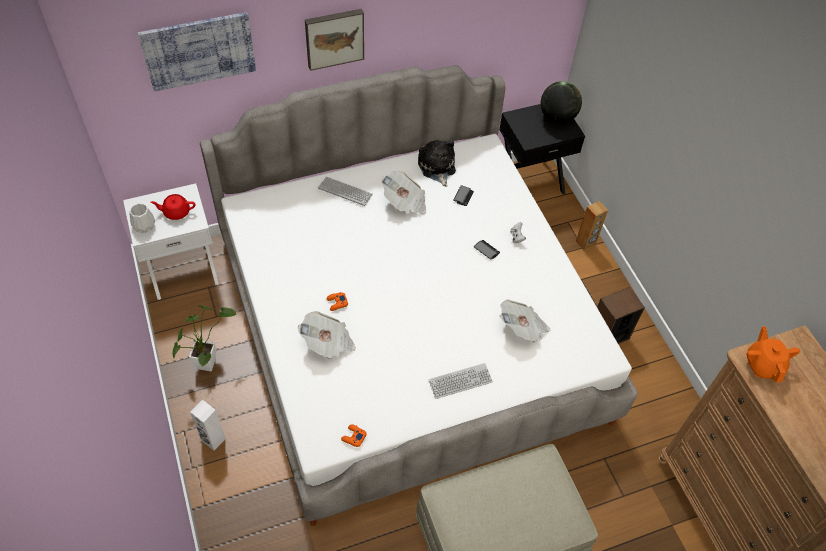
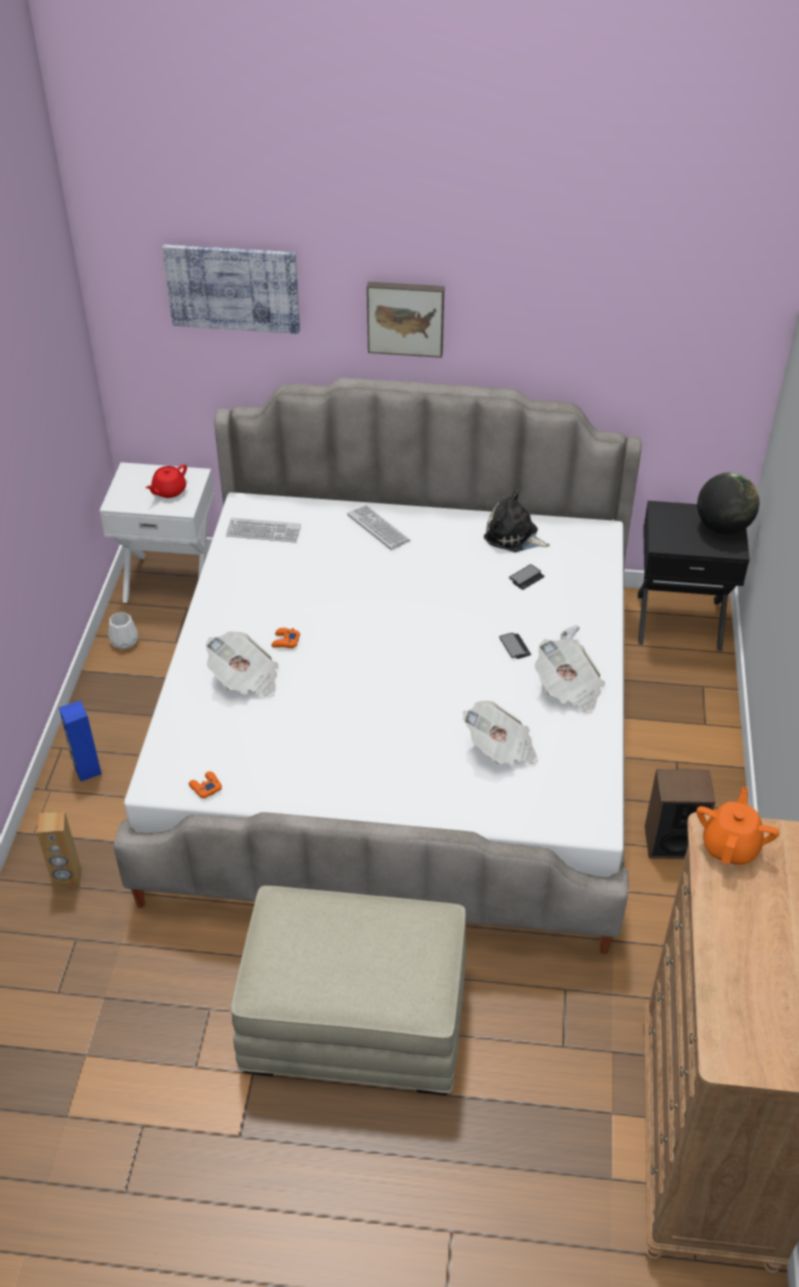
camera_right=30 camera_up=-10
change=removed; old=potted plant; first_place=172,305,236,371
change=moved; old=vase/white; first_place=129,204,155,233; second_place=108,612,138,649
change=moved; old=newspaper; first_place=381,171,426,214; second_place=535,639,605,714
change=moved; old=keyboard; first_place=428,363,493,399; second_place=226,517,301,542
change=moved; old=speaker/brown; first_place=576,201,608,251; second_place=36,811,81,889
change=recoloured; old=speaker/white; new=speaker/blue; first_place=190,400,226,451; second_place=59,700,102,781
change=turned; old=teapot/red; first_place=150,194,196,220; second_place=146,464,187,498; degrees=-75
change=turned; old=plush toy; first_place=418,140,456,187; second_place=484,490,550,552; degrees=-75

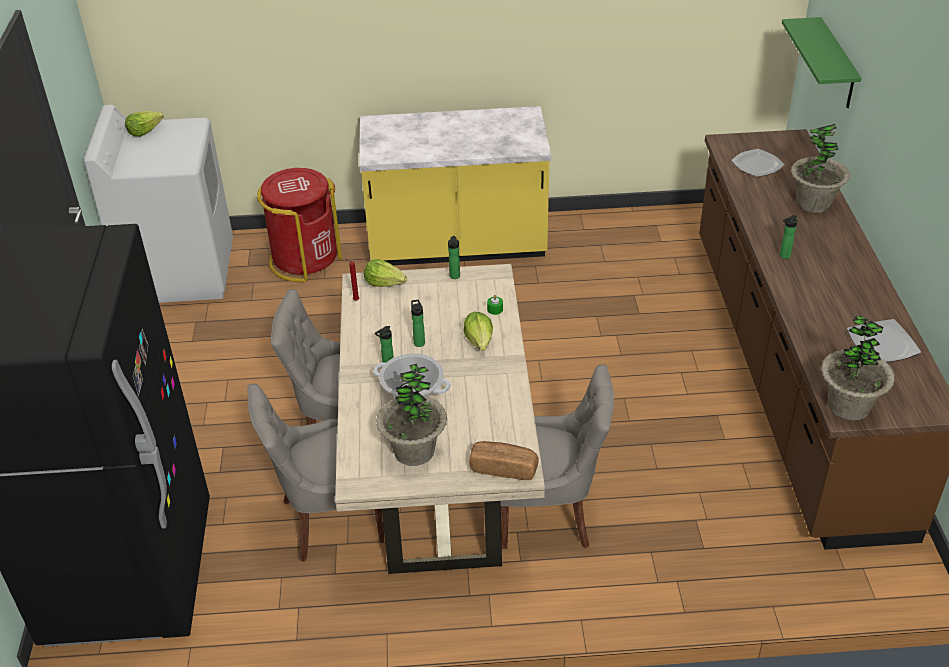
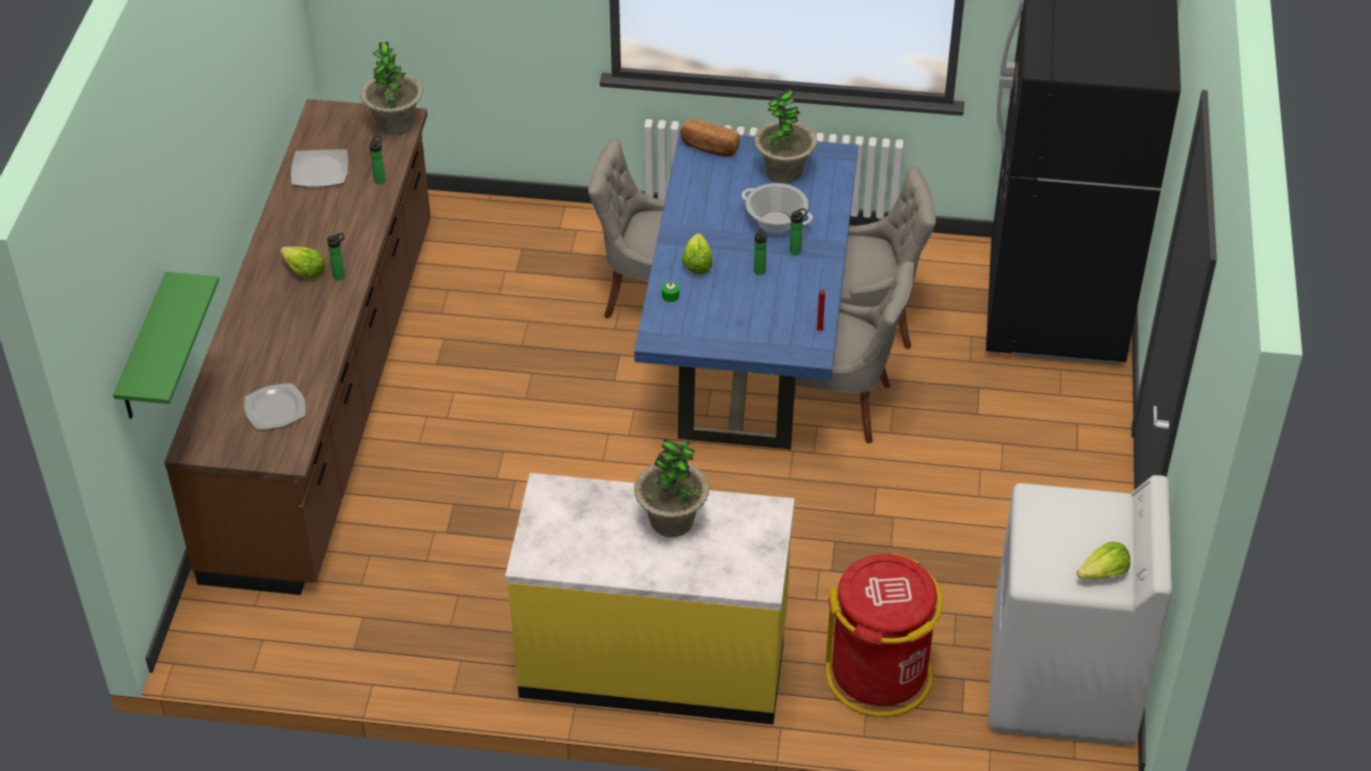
camera_right=-170 camera_up=5
change=moved; old=lettuce; first_place=364,259,407,287; second_place=280,247,326,278
change=moved; old=bottle; first_place=448,236,460,279; second_place=369,136,386,184
change=moved; old=potted plant; first_place=791,124,850,213; second_place=634,438,709,537
change=recoloured; old=dining table/beige; new=dining table/blue; first_place=335,264,545,574; second_place=634,130,858,449

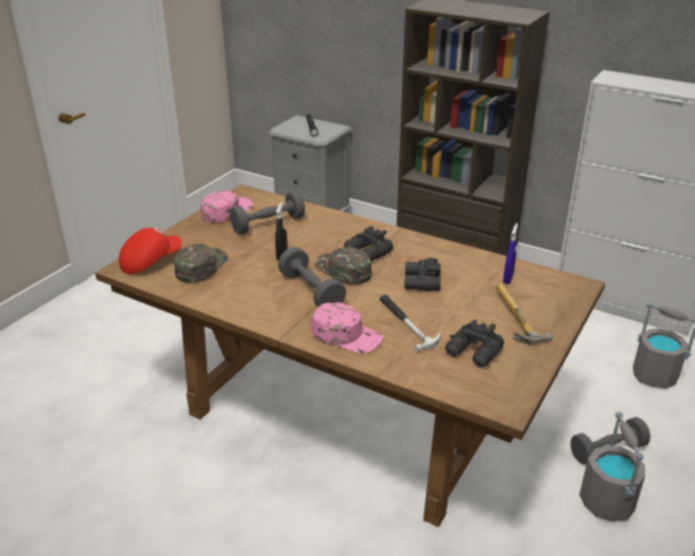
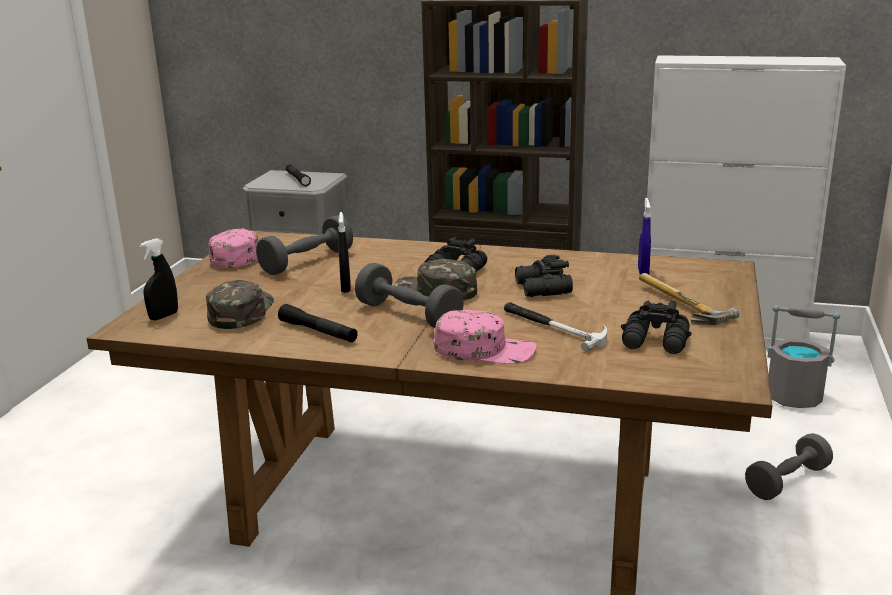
camera_right=-15 camera_up=-10
change=removed; old=bucket/grey; first_place=579,412,645,522
change=added; new=flashlight/black; second_place=278,304,358,342
change=replaced; old=cap/red; new=spray bottle/black; first_place=119,227,182,274; second_place=140,238,178,320

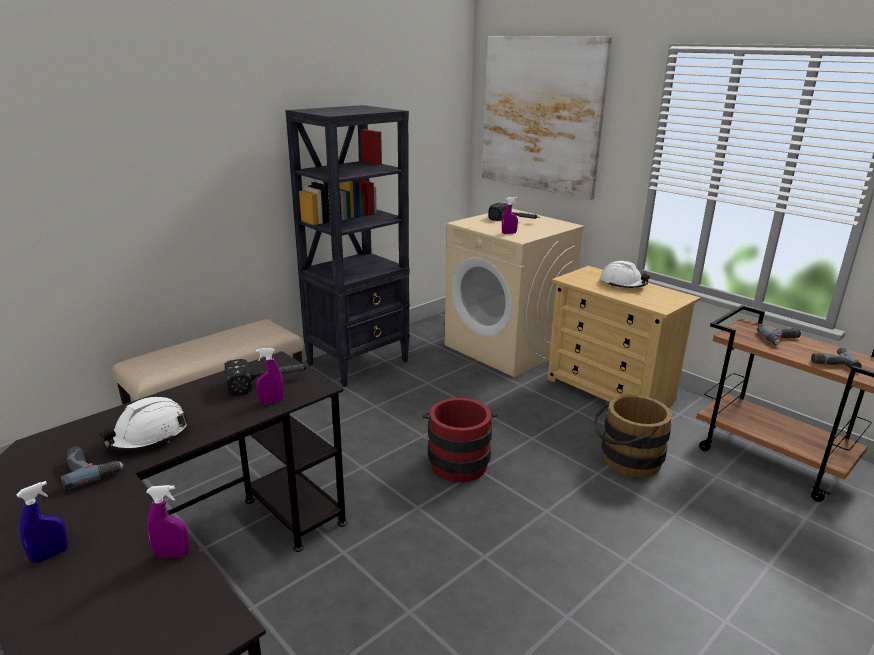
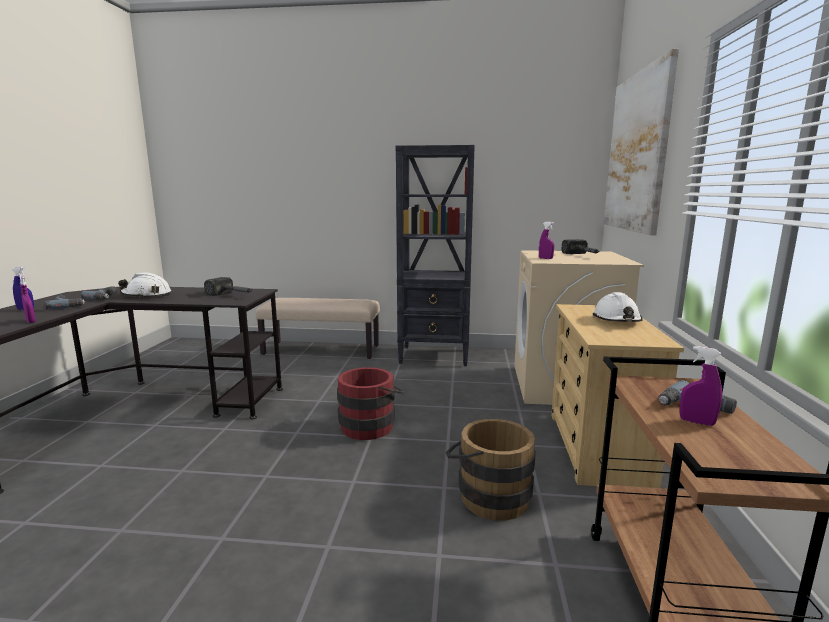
camera_right=50 camera_up=-10
change=moved; old=spray bottle/purple; first_place=256,348,284,403; second_place=680,346,722,426
change=moved; old=power drill; first_place=811,348,862,369; second_place=45,295,85,310

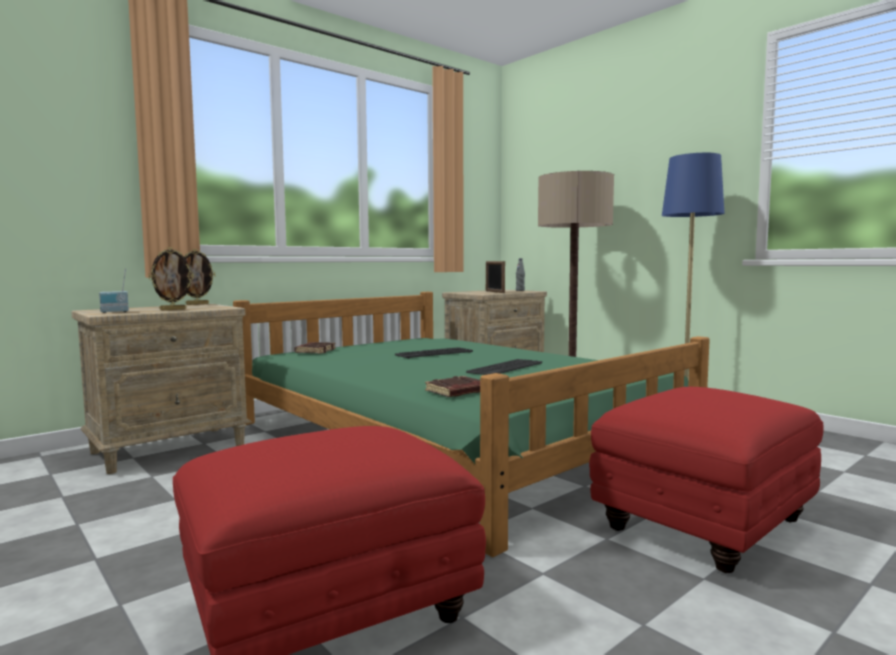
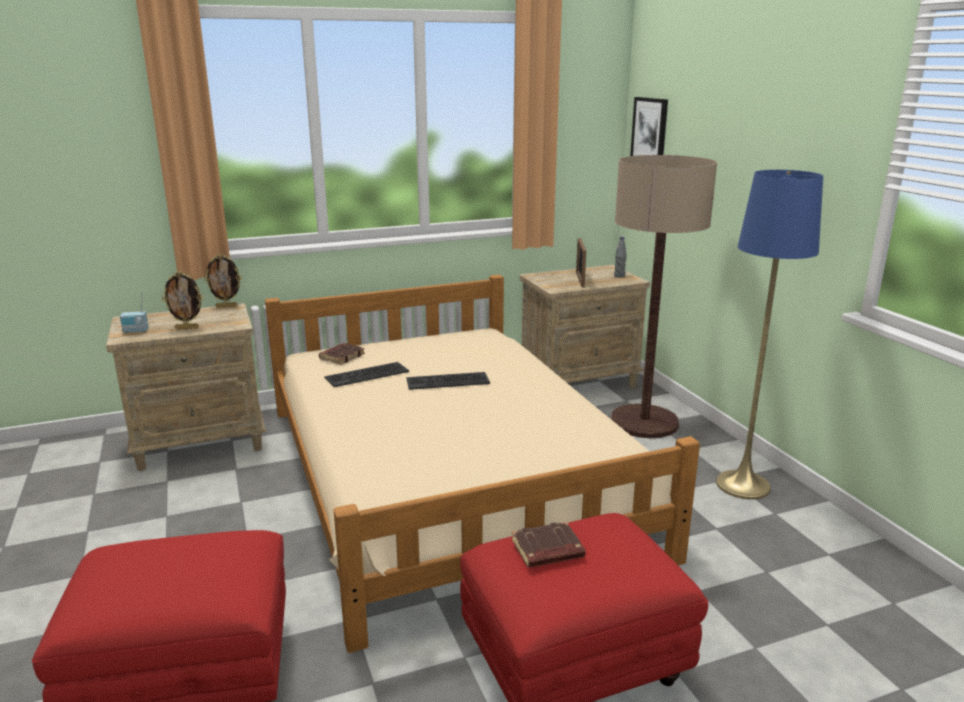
camera_right=20 camera_up=15
change=added; new=picture; second_place=630,97,668,156
change=moved; old=book/brown; first_place=425,376,480,397; second_place=512,522,586,568
change=moved; old=keyboard; first_place=466,359,542,375; second_place=324,362,409,387
change=recoloured; old=bed/green; new=bed/beige; first_place=233,292,710,557; second_place=265,274,700,653

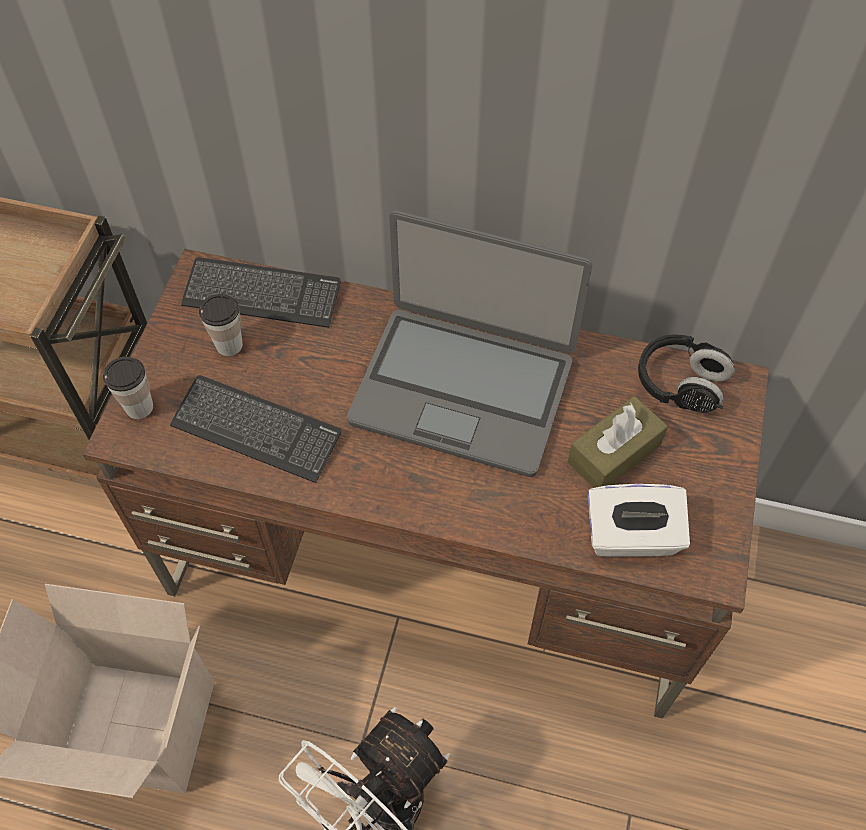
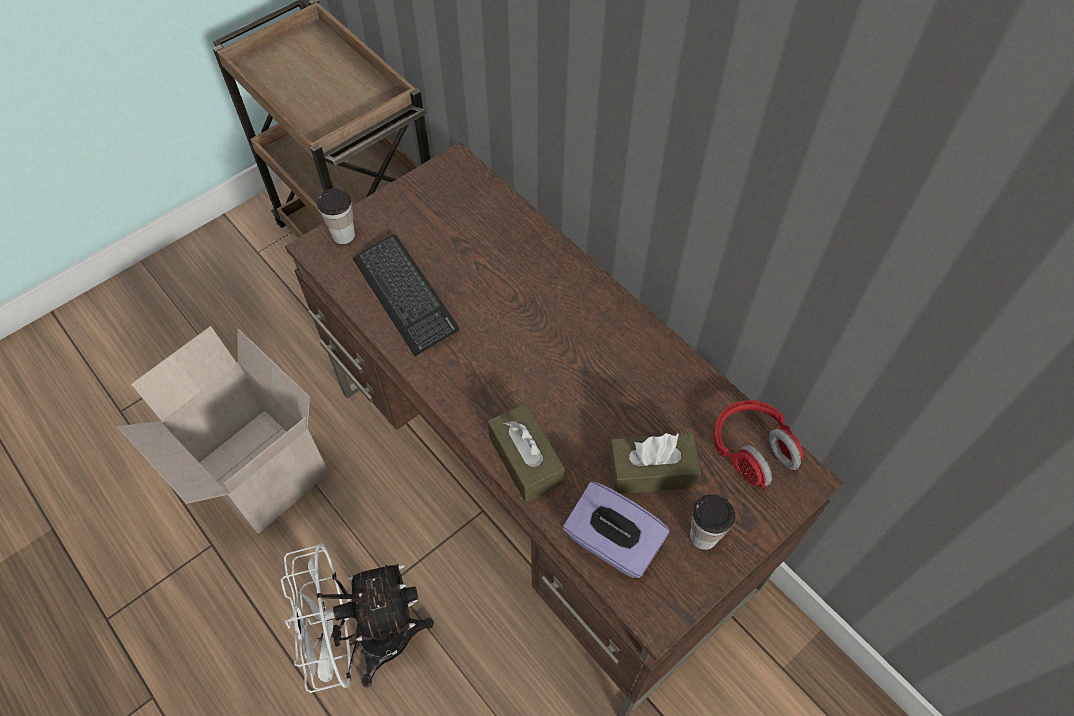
camera_right=35 camera_up=0
change=removed; old=keyboard; first_place=181,257,341,328
change=removed; old=laptop; first_place=347,210,592,477
change=added; new=tissue box/brown; second_place=488,403,565,502
change=moved; old=cup; first_place=199,294,243,356; second_place=690,495,735,550
change=recoloured; old=tissue box/white; new=tissue box/purple; first_place=587,484,690,557; second_place=563,481,669,578
change=recoloured; old=headphones/black; new=headphones/red; first_place=638,334,735,413; second_place=713,400,804,489

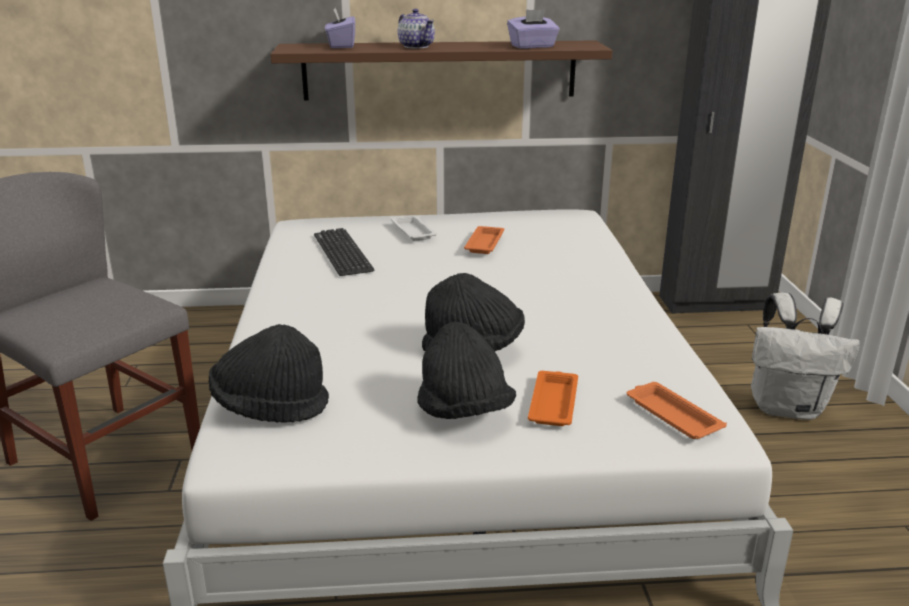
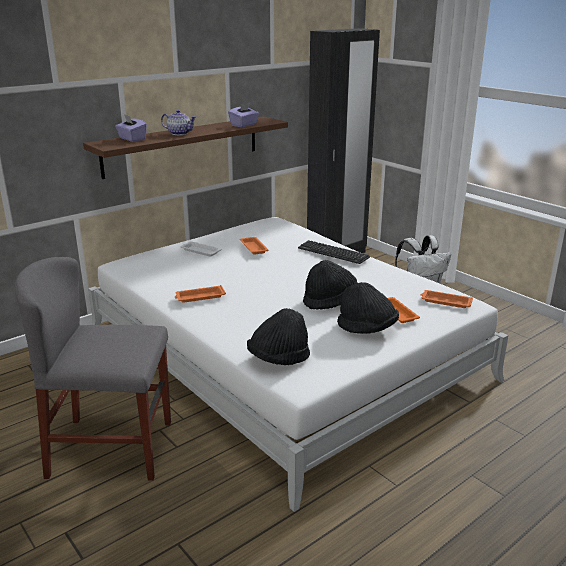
camera_right=-35 camera_up=0
change=added; new=tray/orange; second_place=175,285,226,303
change=moved; old=keyboard; first_place=314,228,374,276; second_place=298,240,370,264

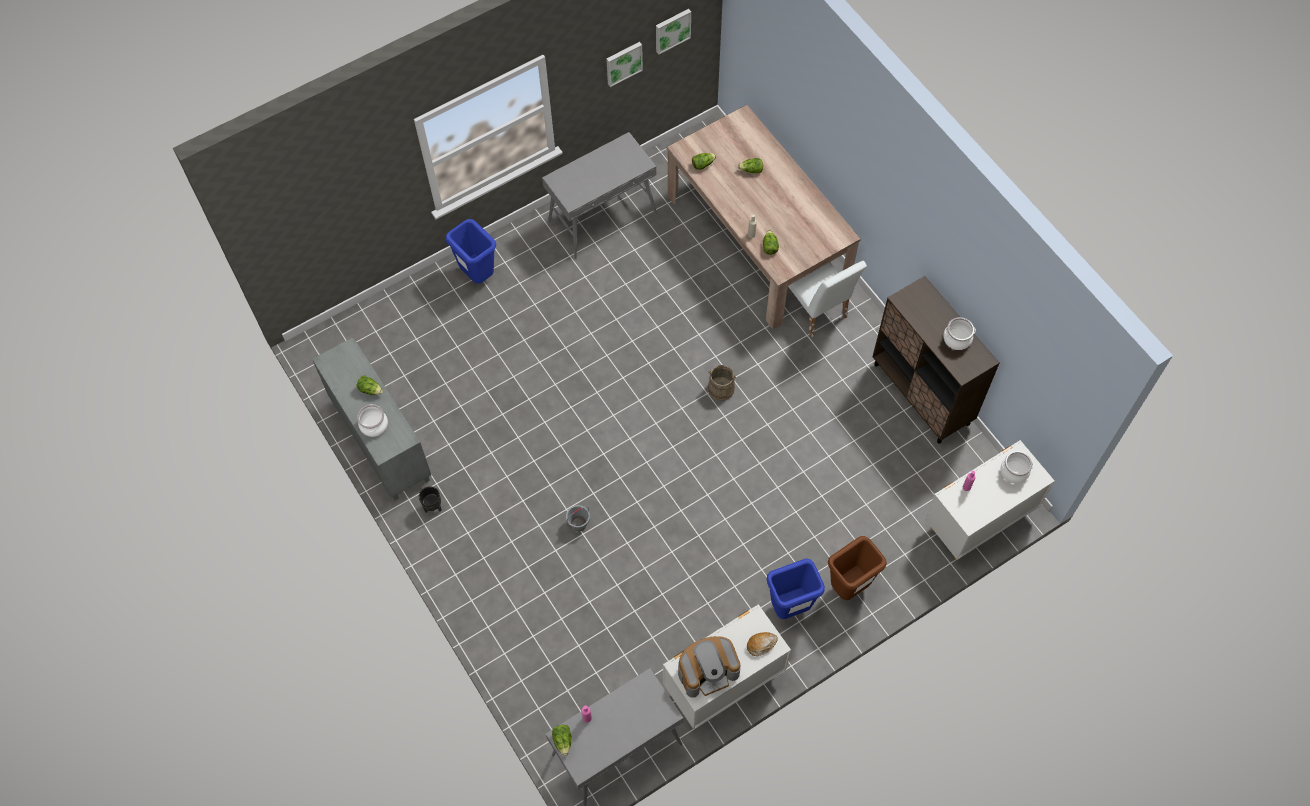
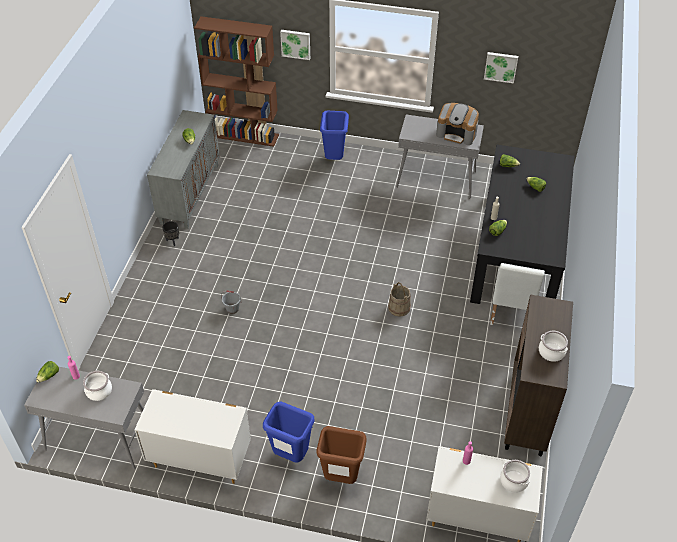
camera_right=45 camera_up=-15
change=removed; old=bread; first_place=747,632,778,656
change=added; new=bookcase/brown; second_place=194,16,279,147
change=moved; old=cooking pot; first_place=357,404,388,437; second_place=83,371,112,401
change=moved; old=picture; first_place=656,9,691,54; second_place=280,30,310,60
change=moved; old=coffee machine; first_place=678,636,741,698; second_place=436,103,479,145
change=recoloured; old=dining table/beige; new=dining table/black; first_place=667,105,861,329; second_place=470,145,574,304

